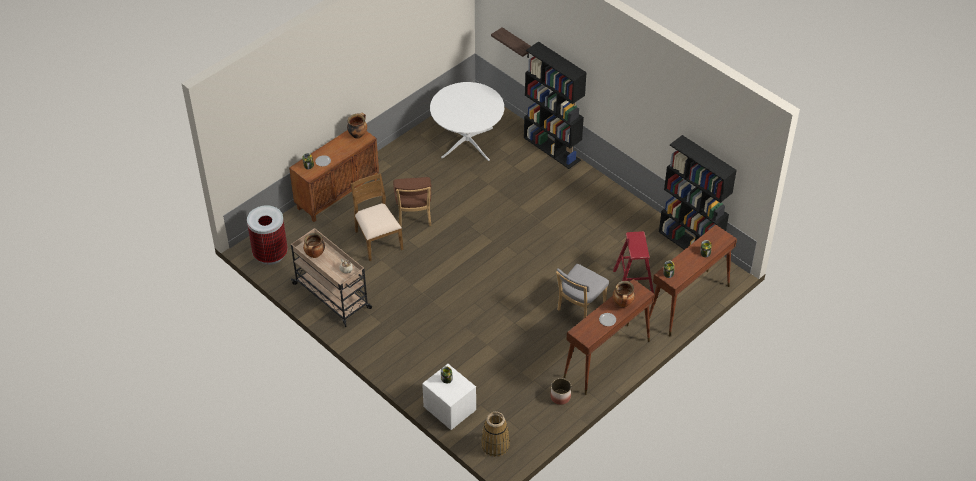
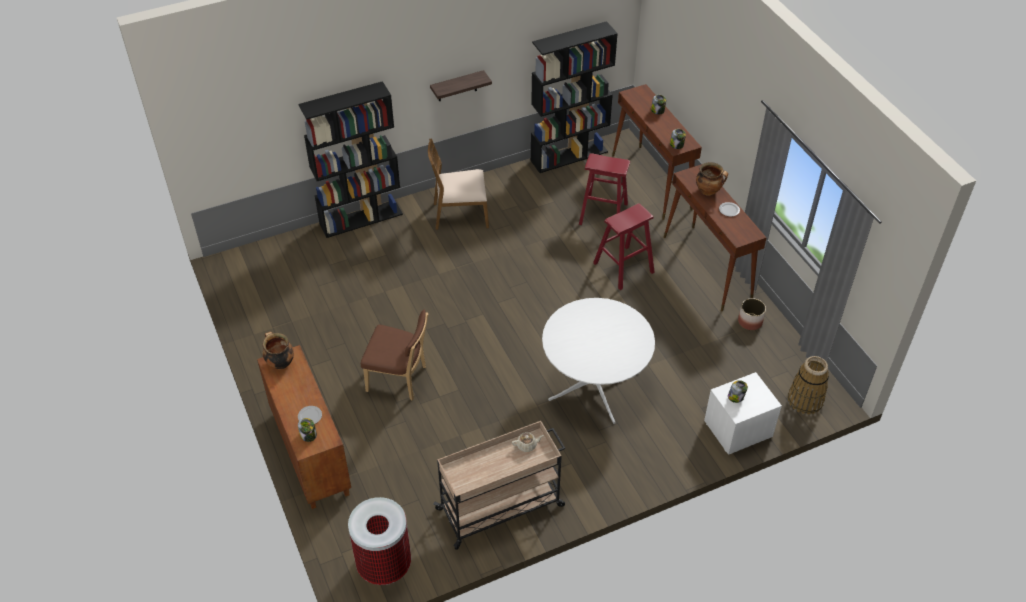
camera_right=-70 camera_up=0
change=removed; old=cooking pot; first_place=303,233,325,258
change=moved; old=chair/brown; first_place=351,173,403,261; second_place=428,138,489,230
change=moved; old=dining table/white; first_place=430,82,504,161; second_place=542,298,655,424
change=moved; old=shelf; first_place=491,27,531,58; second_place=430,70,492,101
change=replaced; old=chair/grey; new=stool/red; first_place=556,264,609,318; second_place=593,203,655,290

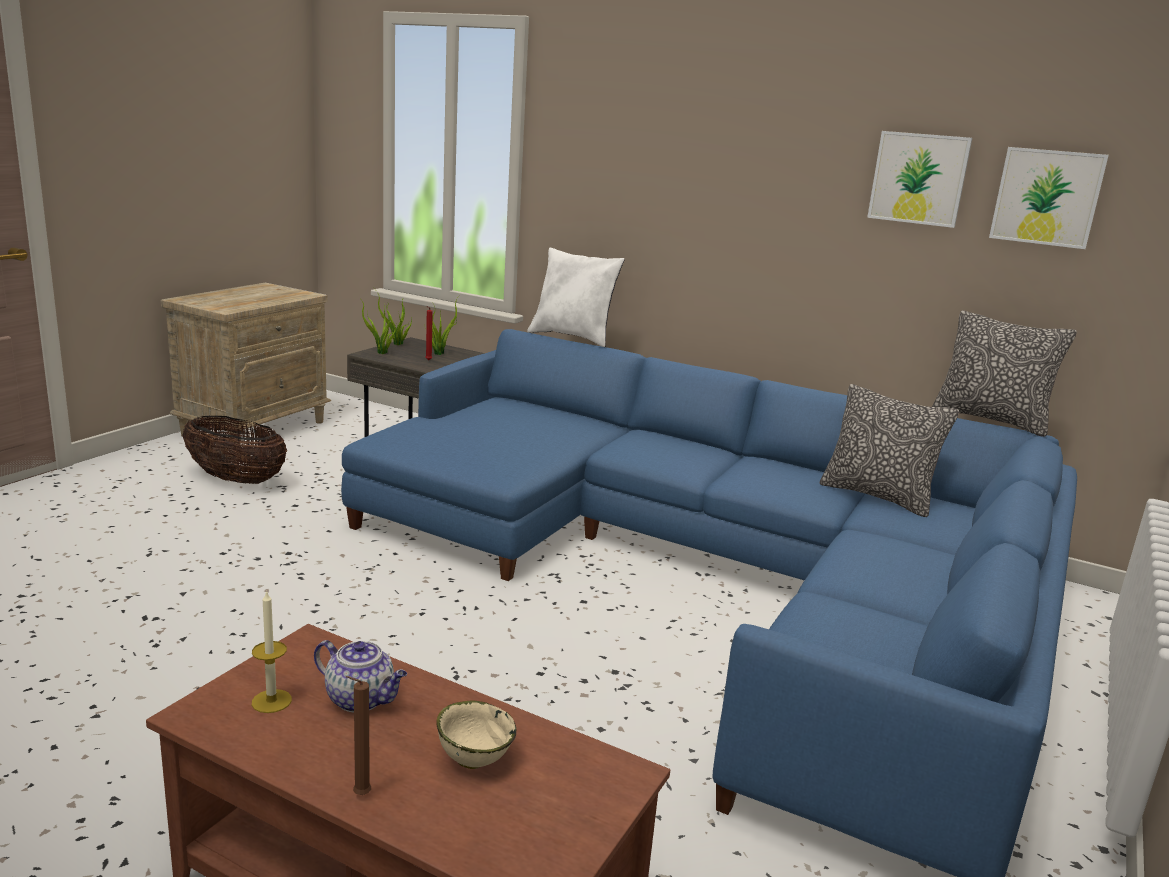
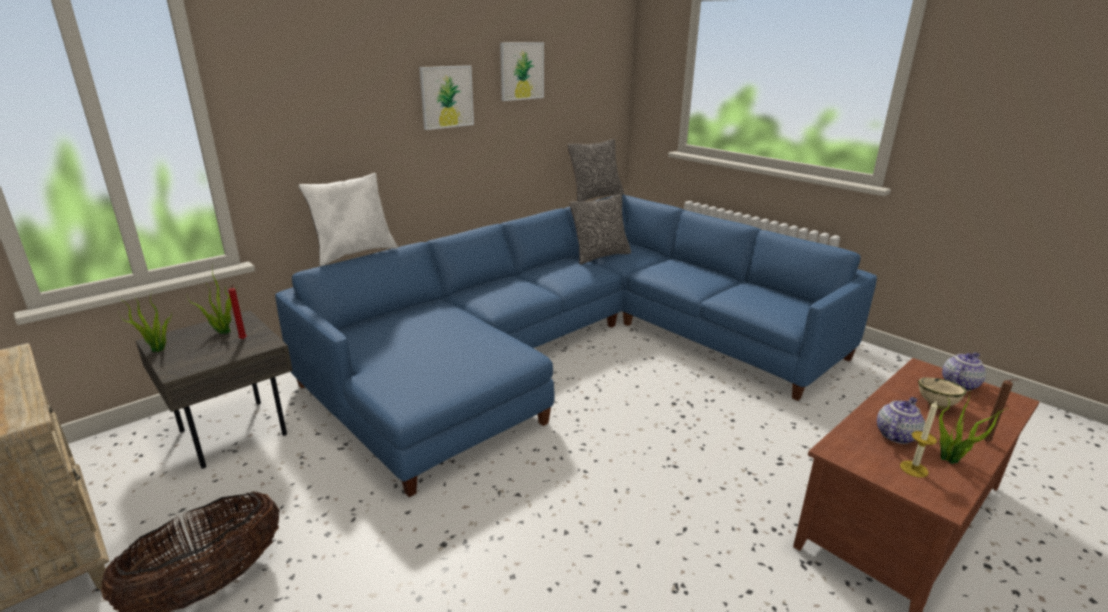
camera_right=-70 camera_up=5
change=added; new=teapot; second_place=942,352,986,391
change=moved; old=potted plant; first_place=357,295,396,354; second_place=939,389,1008,464
change=moved; old=picture; first_place=989,147,1109,249; second_place=419,65,474,130

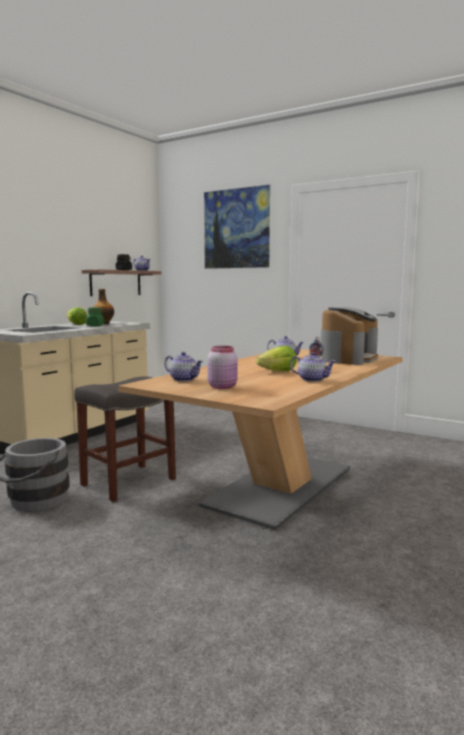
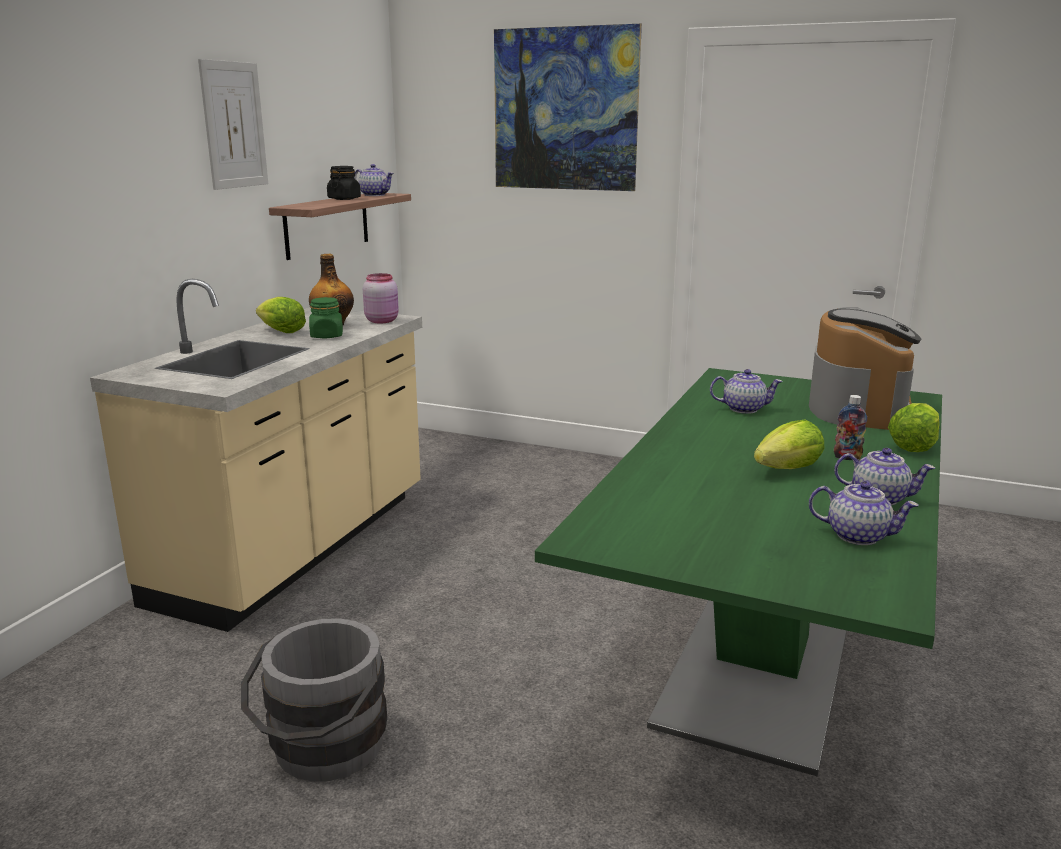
camera_right=-10 camera_up=10
change=removed; old=stool/grey; first_place=74,377,176,502
change=added; new=picture; second_place=198,59,268,190
change=added; new=lettuce; second_place=888,403,940,452
change=moved; old=teapot; first_place=164,352,203,382; second_place=809,481,919,545
change=moved; old=jar/pink; first_place=207,346,238,389; second_place=363,273,399,323
change=recoloured; old=dining table/beige; new=dining table/green; first_place=118,349,403,530; second_place=535,368,942,776

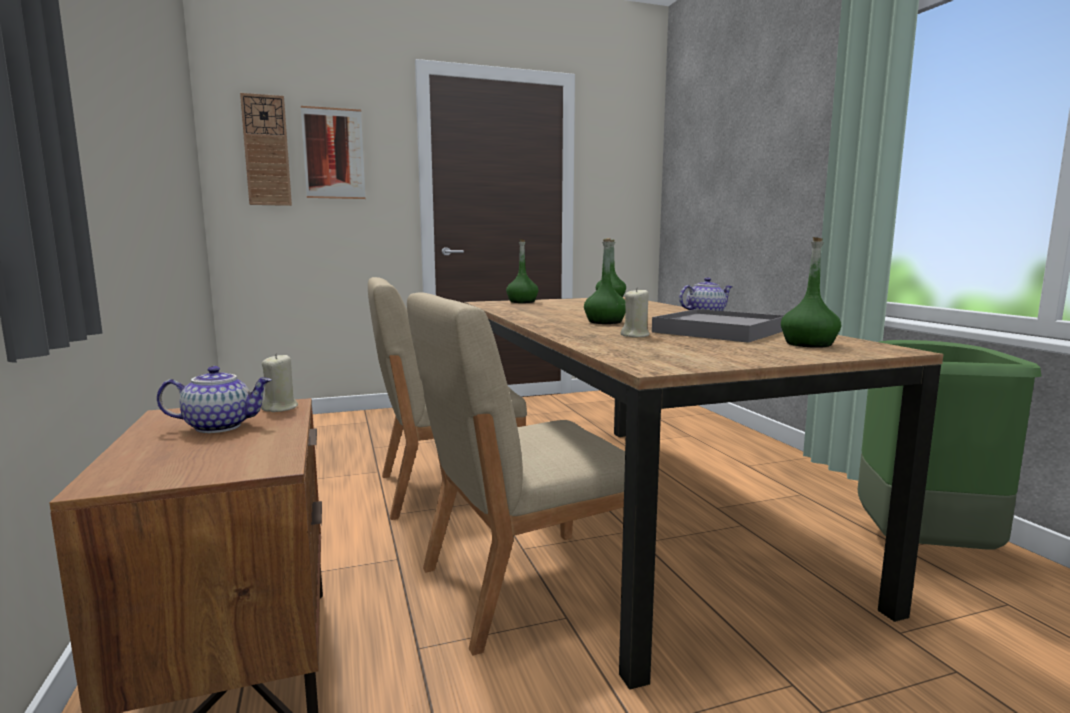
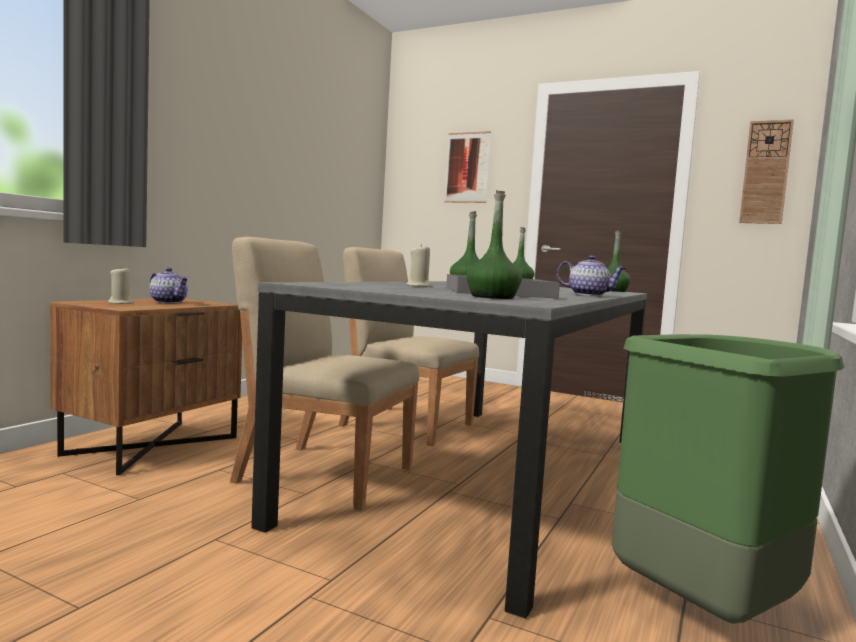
camera_right=45 camera_up=-5
change=moved; old=wall clock; first_place=240,93,292,206; second_place=739,119,794,224
change=moved; old=candle/beige; first_place=261,353,298,412; second_place=108,267,133,304
change=recoloured; old=dining table/brown; new=dining table/grey; first_place=464,297,943,690; second_place=251,281,647,619

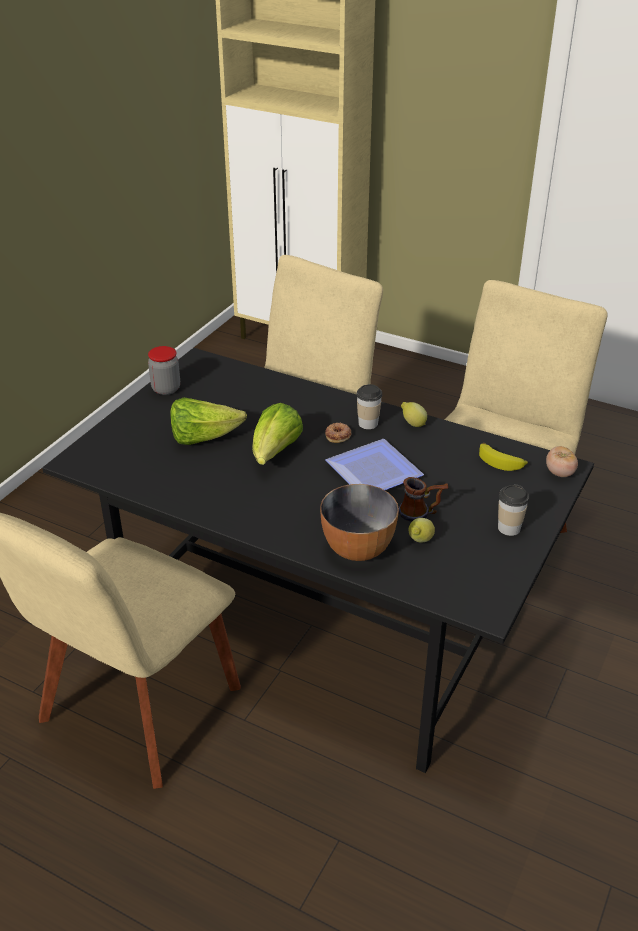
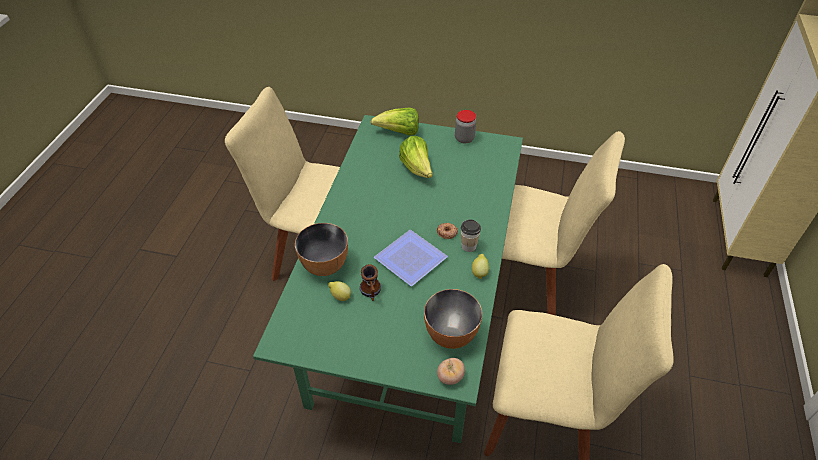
camera_right=75 camera_up=10
change=removed; old=cup; first_place=498,485,529,536
change=moved; old=lettuce; first_place=252,403,303,465; second_place=371,107,419,136
change=replaced; old=banana; new=bowl; first_place=479,443,528,471; second_place=424,289,482,349
change=recoloured; old=dining table/black; new=dining table/green; first_place=42,348,594,773; second_place=253,115,523,443

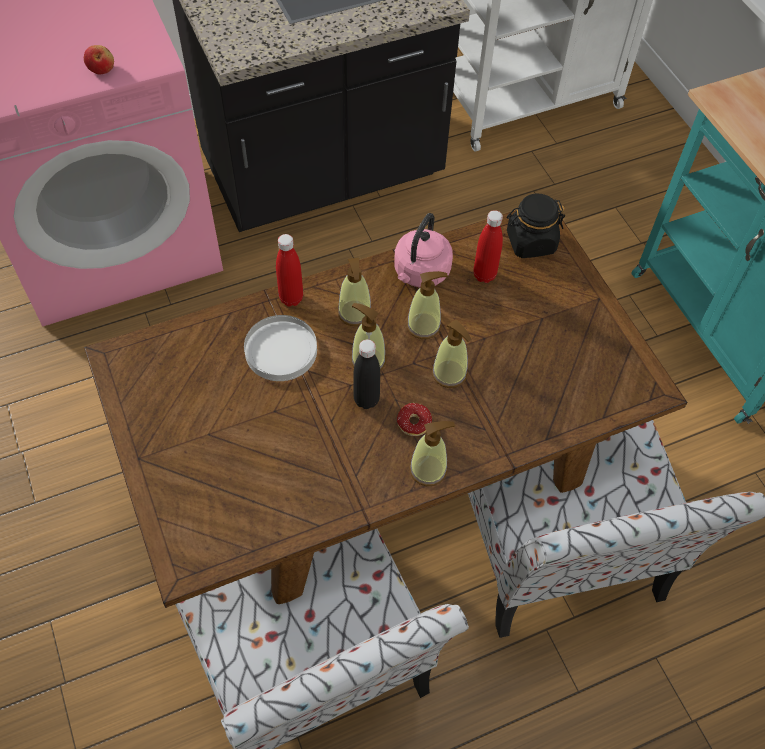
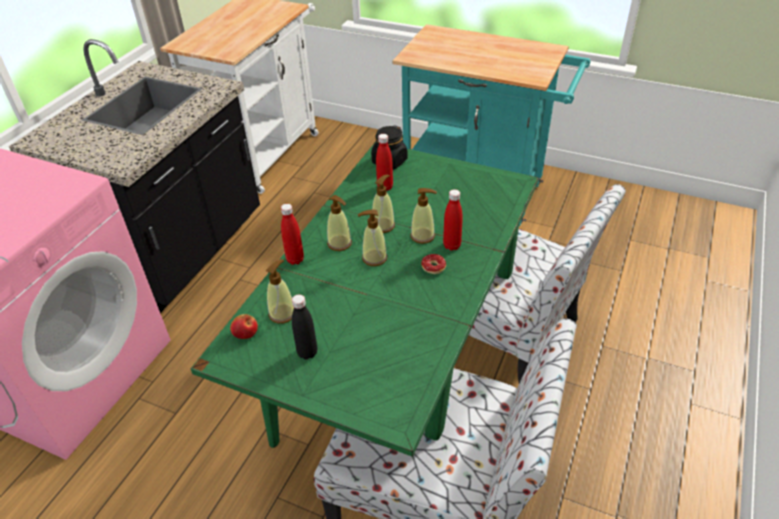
camera_right=-40 camera_up=-15
change=removed; old=plate/white; first_place=244,315,317,381
change=removed; old=kettle/pink; first_place=394,213,453,288
change=added; new=bottle/red; second_place=443,189,463,251
change=moved; old=apple; first_place=84,45,114,74; second_place=230,314,258,339
change=moved; old=bottle/black; first_place=353,340,380,409; second_place=292,295,317,360
change=moved; old=soap dispenser; first_place=409,421,455,486; second_place=266,259,294,324
change=recoloured; old=dining table/brown; new=dining table/green; first_place=84,210,688,608; second_place=191,142,539,457

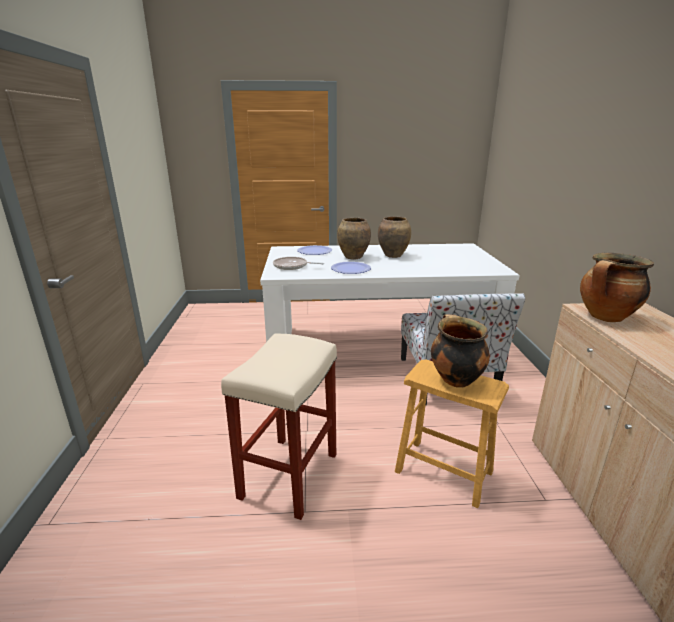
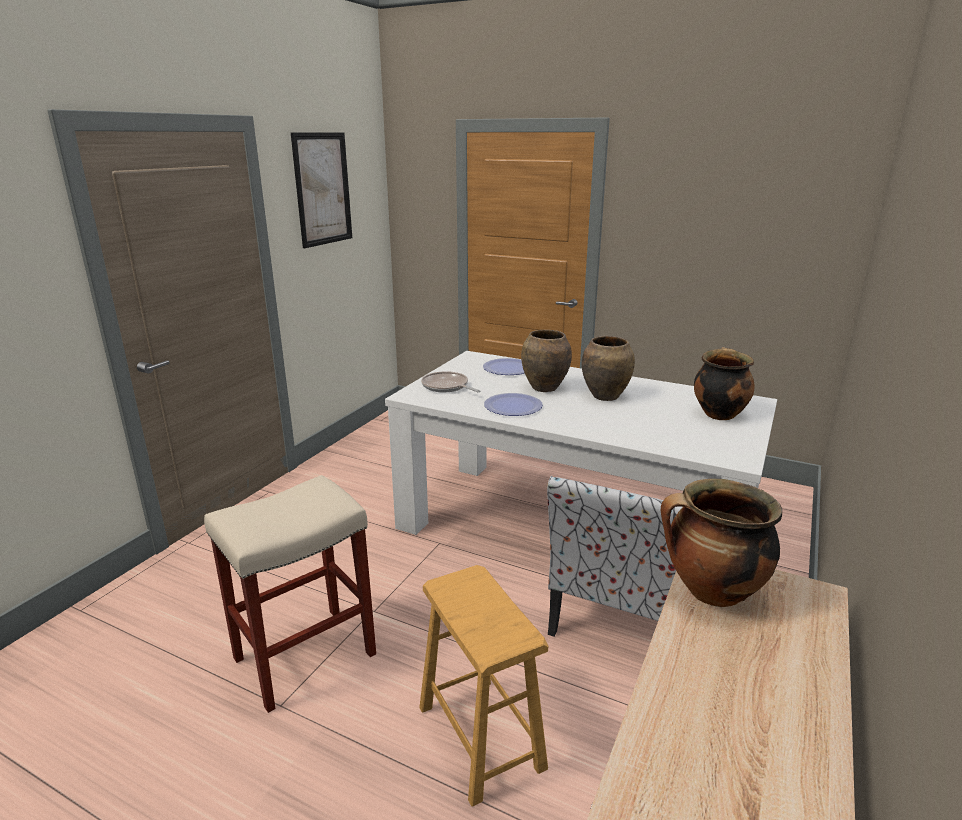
camera_right=30 camera_up=0
change=added; new=picture; second_place=291,132,352,248
change=moved; old=cooking pot; first_place=431,314,490,388; second_place=694,347,755,420

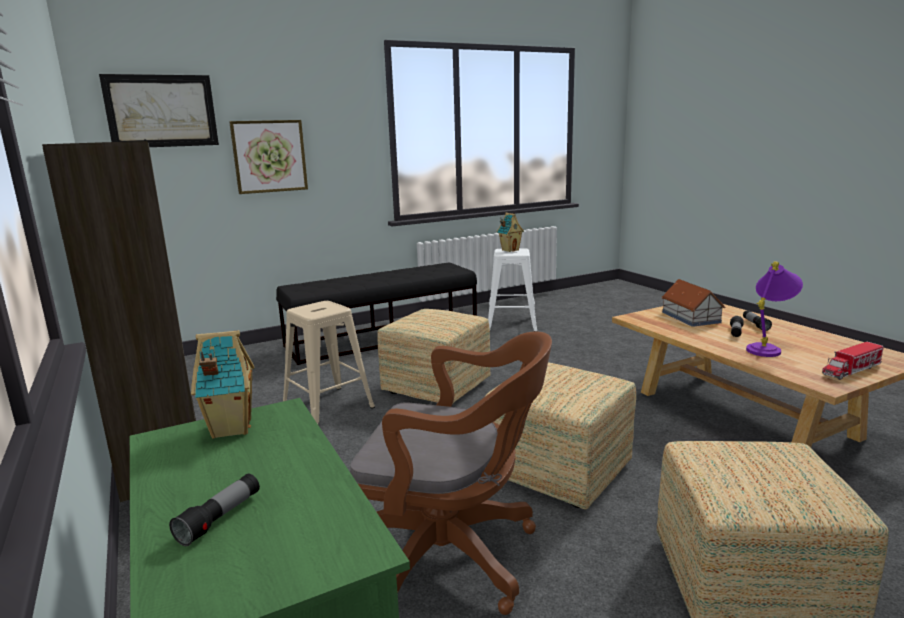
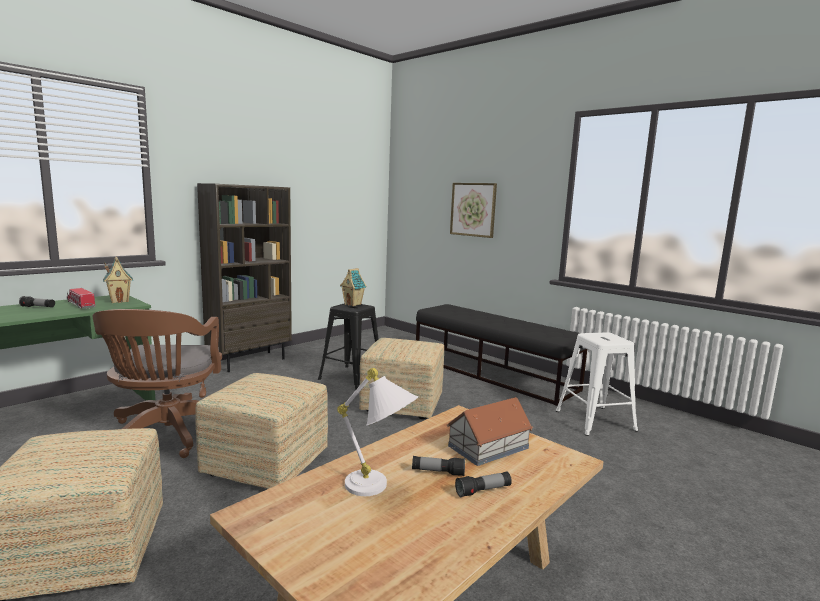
camera_right=70 camera_up=-5
change=removed; old=picture; first_place=99,74,219,147
change=moved; old=toy house; first_place=497,213,524,252; second_place=340,268,367,306
change=moved; old=toy truck; first_place=822,342,884,380; second_place=67,288,95,309
change=recoloured; old=stool/beige; new=stool/black; first_place=283,301,375,424; second_place=318,303,378,390
change=recoloured; old=table lamp/purple; new=table lamp/white; first_place=746,261,803,357; second_place=337,368,418,496

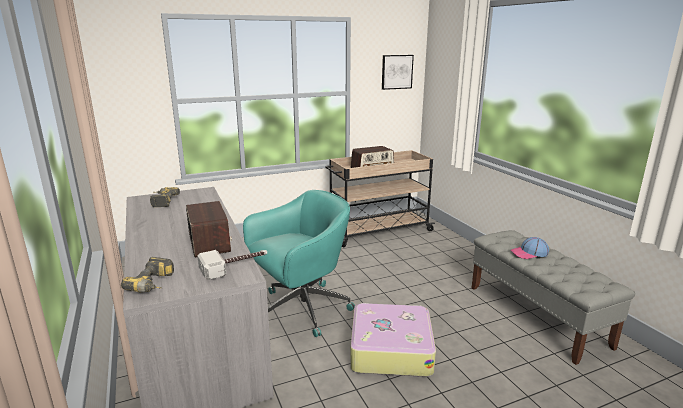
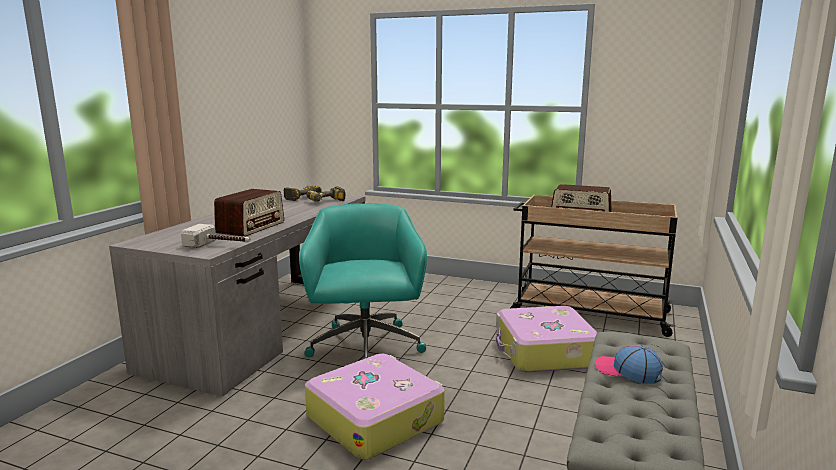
camera_right=45 camera_up=-5
change=removed; old=picture; first_place=382,55,414,90
change=added; new=suitcase; second_place=496,306,598,372
change=moved; old=power drill; first_place=121,257,174,293; second_place=307,186,345,202
change=turned; old=office chair/turquoise; first_place=243,190,355,337; second_place=299,203,427,358; degrees=-105

